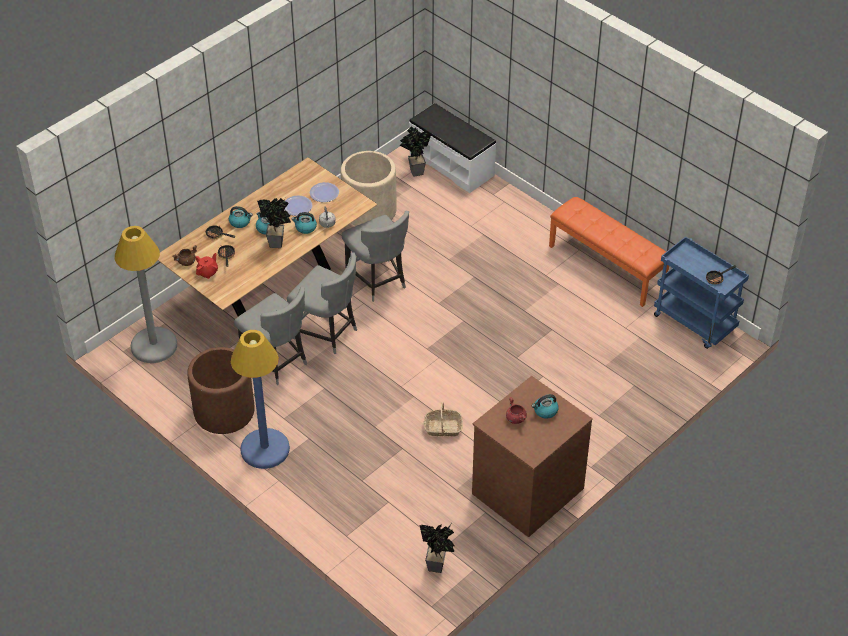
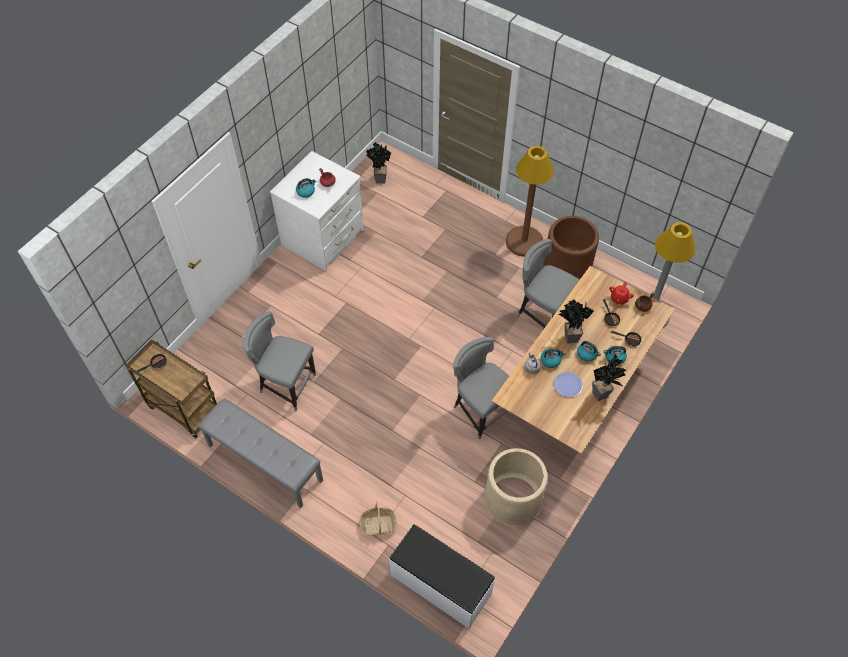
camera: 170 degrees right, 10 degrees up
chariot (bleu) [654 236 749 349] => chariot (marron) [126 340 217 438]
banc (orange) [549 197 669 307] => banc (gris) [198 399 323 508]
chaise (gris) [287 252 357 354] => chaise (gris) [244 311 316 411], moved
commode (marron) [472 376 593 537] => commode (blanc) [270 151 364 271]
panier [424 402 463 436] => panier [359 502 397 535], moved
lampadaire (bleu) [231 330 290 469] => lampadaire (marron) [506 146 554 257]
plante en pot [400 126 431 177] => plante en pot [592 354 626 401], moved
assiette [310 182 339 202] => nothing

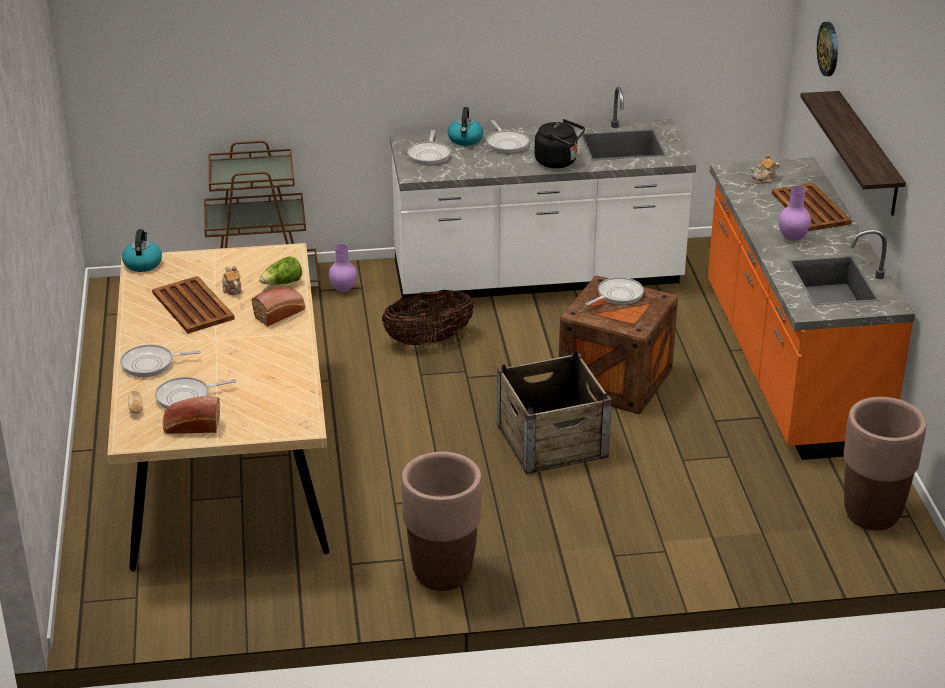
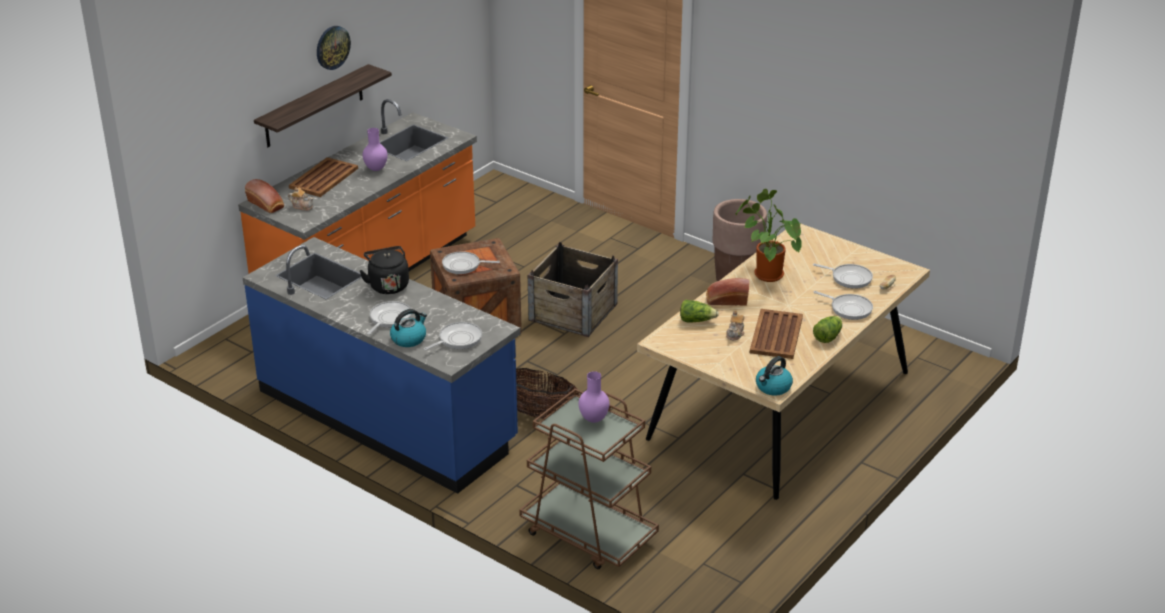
camera: 135 degrees left, 0 degrees up
comptoir de cuisine (blanc) [390 87 696 302] => comptoir de cuisine (bleu) [242 237 521 494]
pain [163 396 220 434] => pain [245 179 284 213], moved
horloge murale [817 22 838 76] => horloge murale [317 26 351 70], moved
vase (violet) [329 244 357 292] => vase (violet) [579 371 609 423], moved
nothing => plante en pot [735 189 802 282]
nothing => laitue [813 316 842 343]
cache-pot (marron) [844 397 926 530] => nothing

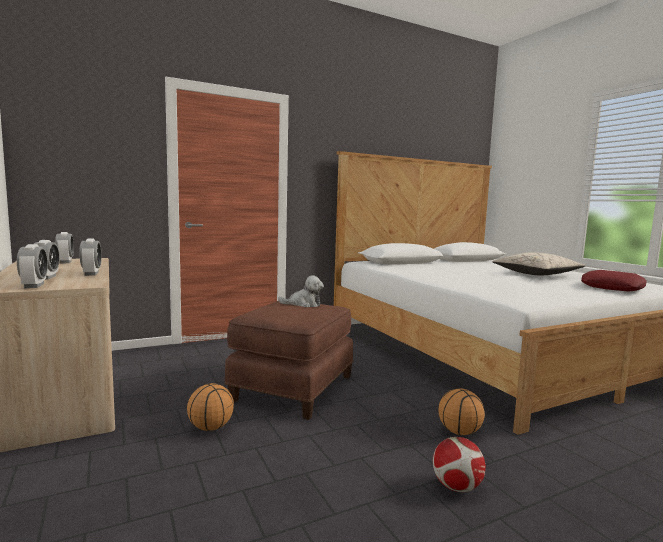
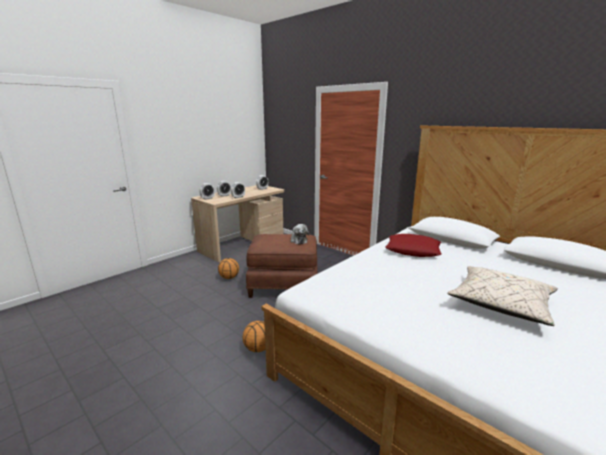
camera: 70 degrees right, 10 degrees up
coussin (rouge) [581 270 647 292] => coussin (rouge) [385 234 442 257], moved
ballon de foot [433 437 486 492] => nothing

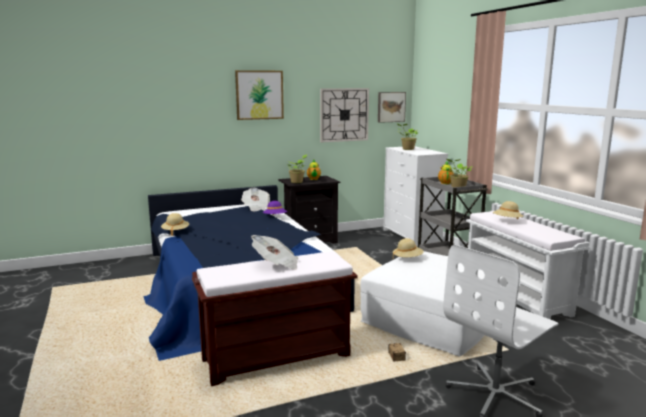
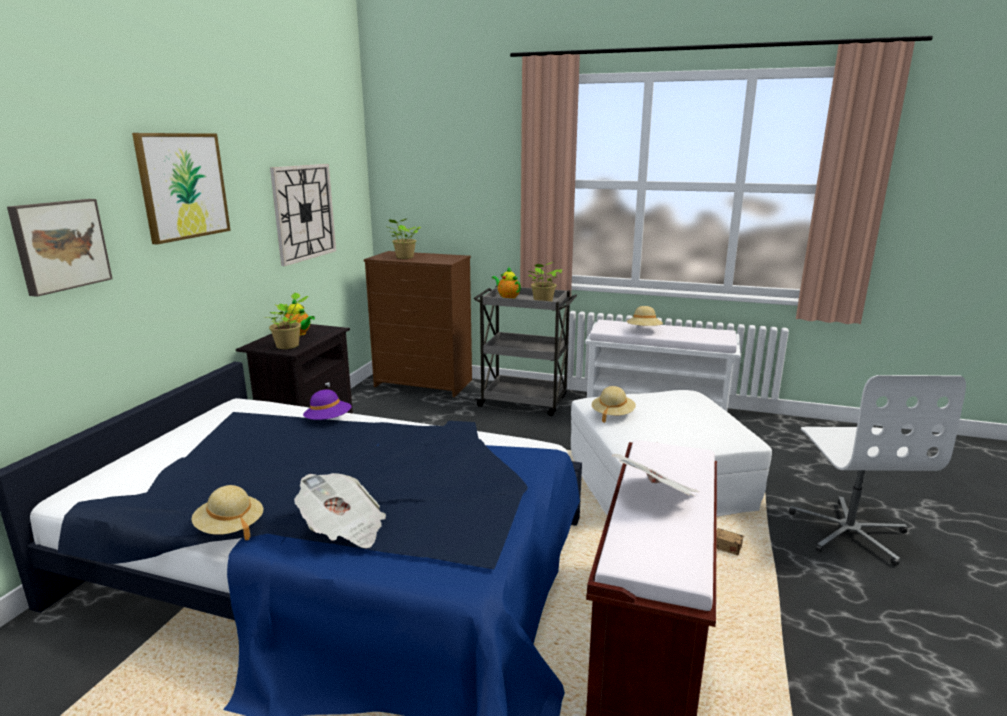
camera: 50 degrees left, 5 degrees up
tableau [378 92 406 123] => tableau [7 199 113 297], moved
journal [241 188 270 211] => journal [294 473 386 548], moved
commode (blanc) [383 146 448 246] => commode (marron) [364 251 472 397]

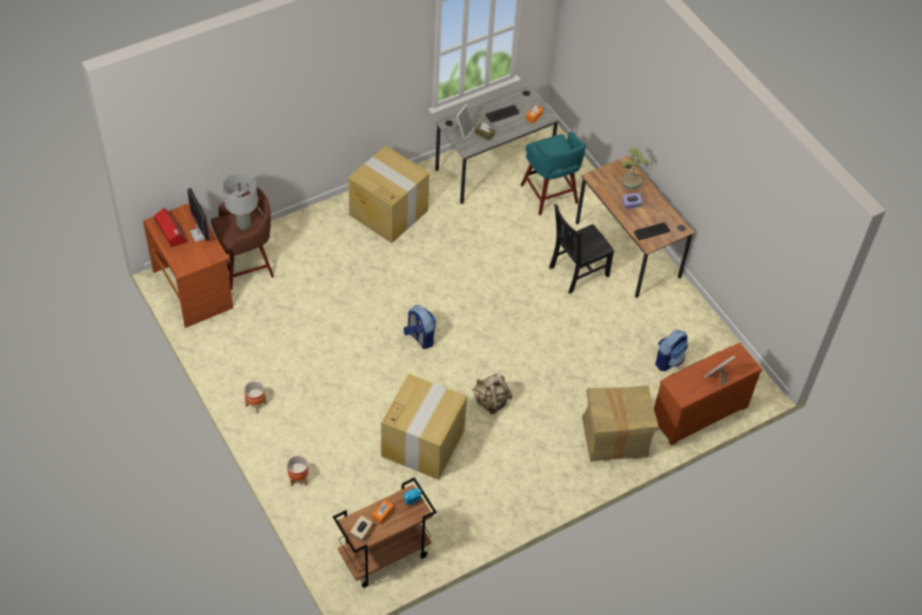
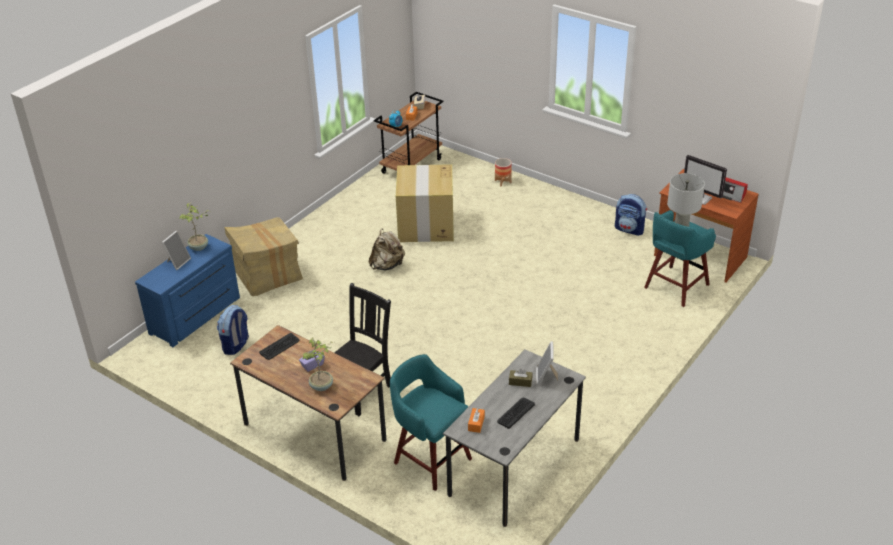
camera: 160 degrees right, 15 degrees down
commode (marron) [654 343 762 446] => commode (bleu) [135 234 240 347]
nothing => plante en pot [179 203 208 251]
sac à dos [404 305 436 349] => sac à dos [615 194 647 236], moved
tabouret (marron) [211 187 274 290] => tabouret (turquoise) [644 210 716 307]
cache-pot [244 381 266 413] => nothing
carton [348 146 429 243] => nothing

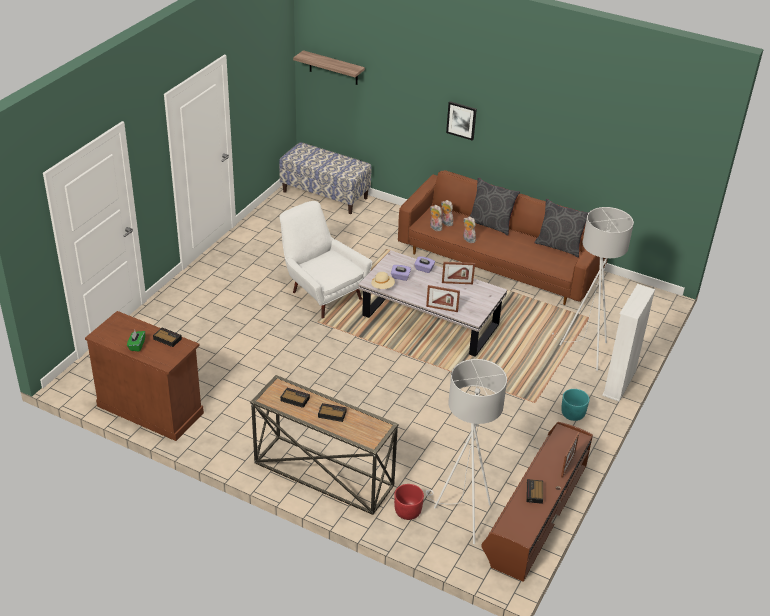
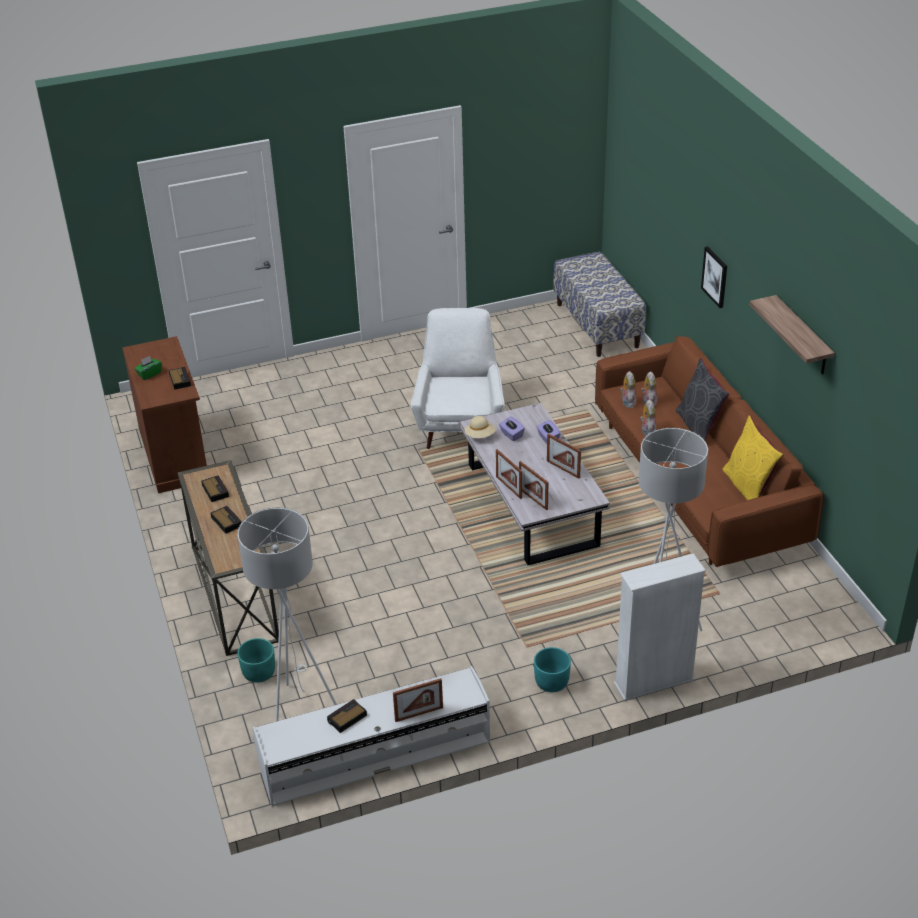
camera: 45 degrees right, 0 degrees up
cache-pot (rouge) [394 484 424 520] => cache-pot (turquoise) [237 638 275 683]
meuble télé (marron) [481 422 593 582] => meuble télé (blanc) [253 666 490 807]
nothing => cadre photo [519 461 548 510]
coussin (gris) [534 199 589 258] => coussin (jaune) [722 415 783 500]
étagère [293 50 365 85] => étagère [749 295 835 375], moved

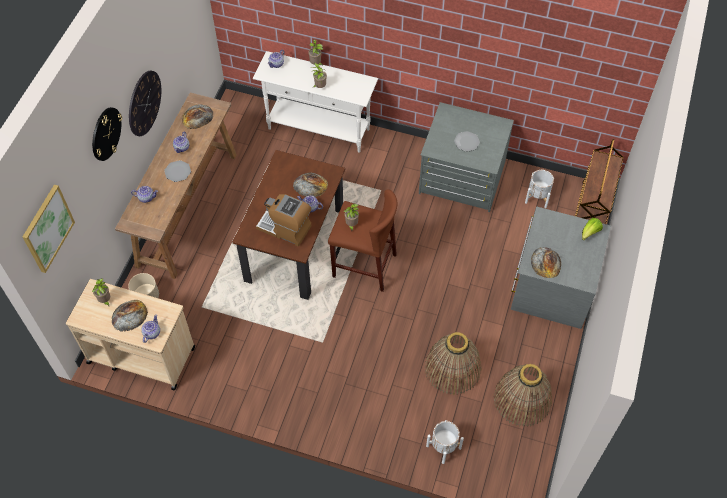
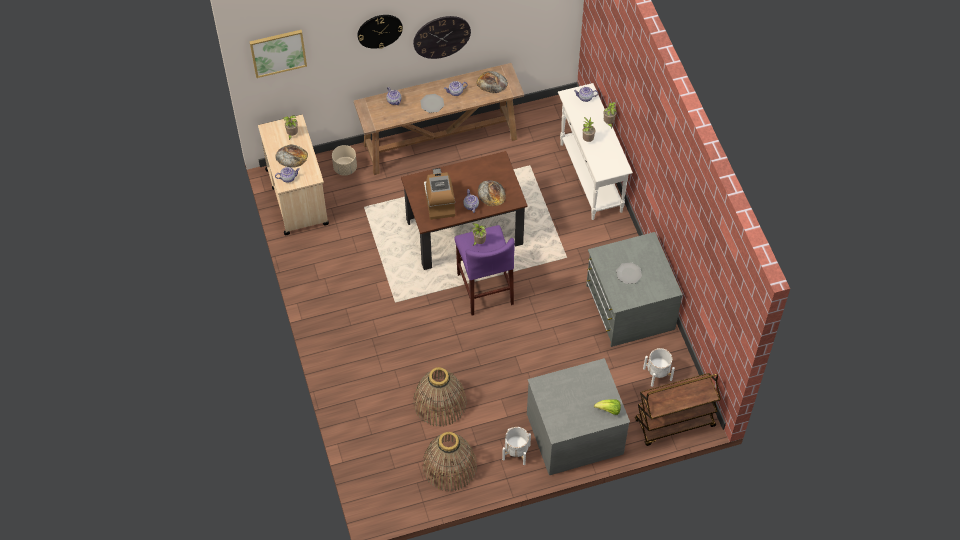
camera: 55 degrees right, 0 degrees up
tabouret (marron) [328 189 397 292] => tabouret (violet) [454 225 515 315]
cache-pot (blanc) [426 420 464 464] => cache-pot (blanc) [502 427 531 465], moved
pain [531 247 561 278] => nothing

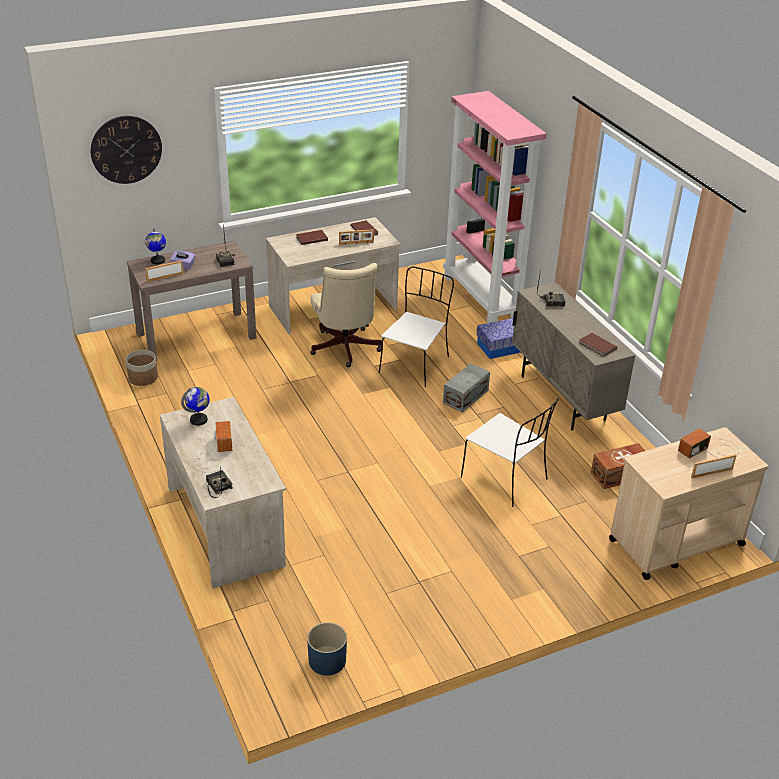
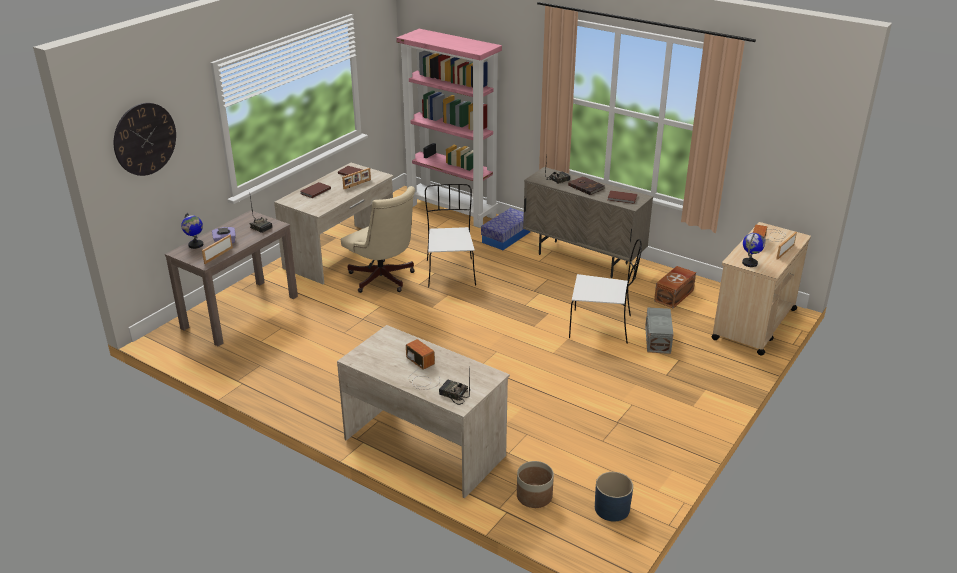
camera: 30 degrees left, 5 degrees down
cache-pot [126 350 158 386] => cache-pot [517 461 554 508], moved
nothing => livre (marron) [568 176 605 195]
boîte de rangement (gris) [443 363 490 412] => boîte de rangement (gris) [645 307 674 354], moved
globe [181 387 210 426] => globe [742 233 765 267], moved

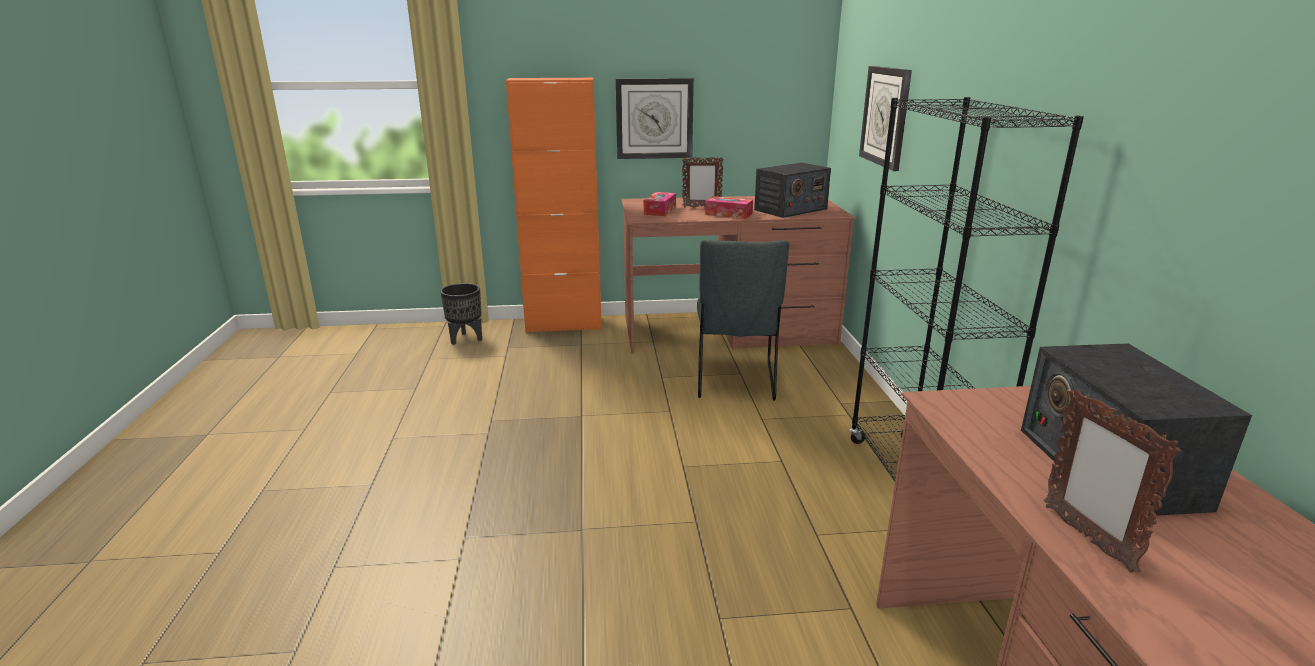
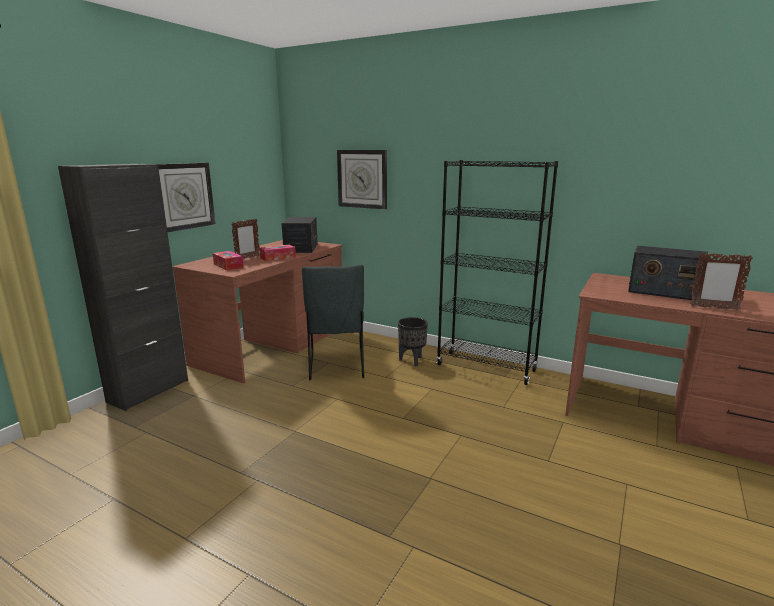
camera: 55 degrees left, 5 degrees down
meuble de rangement (orange) [506 78 602 333] => meuble de rangement (noir) [58 164 188 411]
chaise (gris) [697 240 789 401] => chaise (gris) [302 265 364 381], 45 degrees clockwise
cache-pot (noir) [440 283 482 345] => cache-pot (noir) [398 317 428 367], moved

